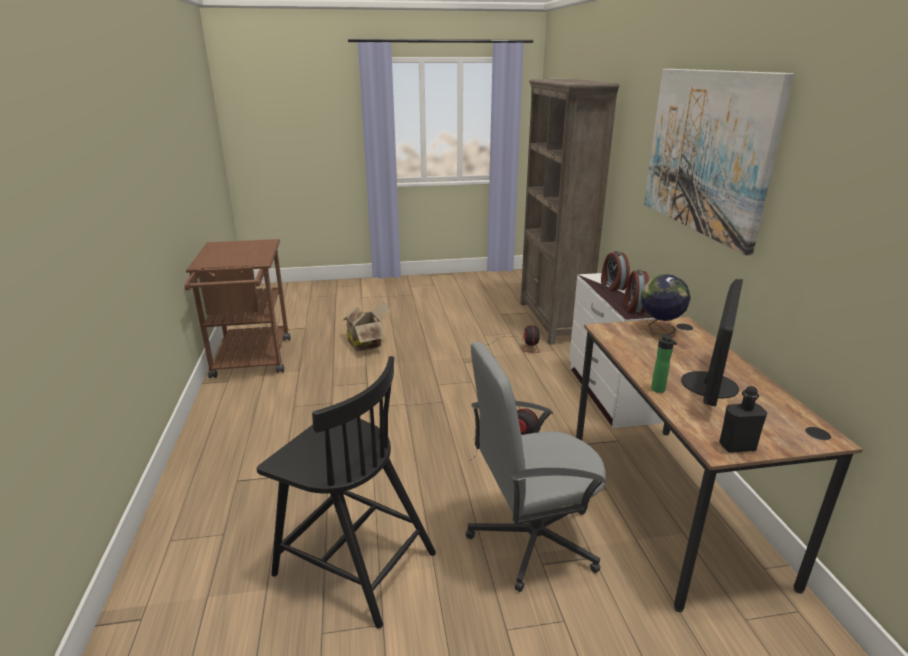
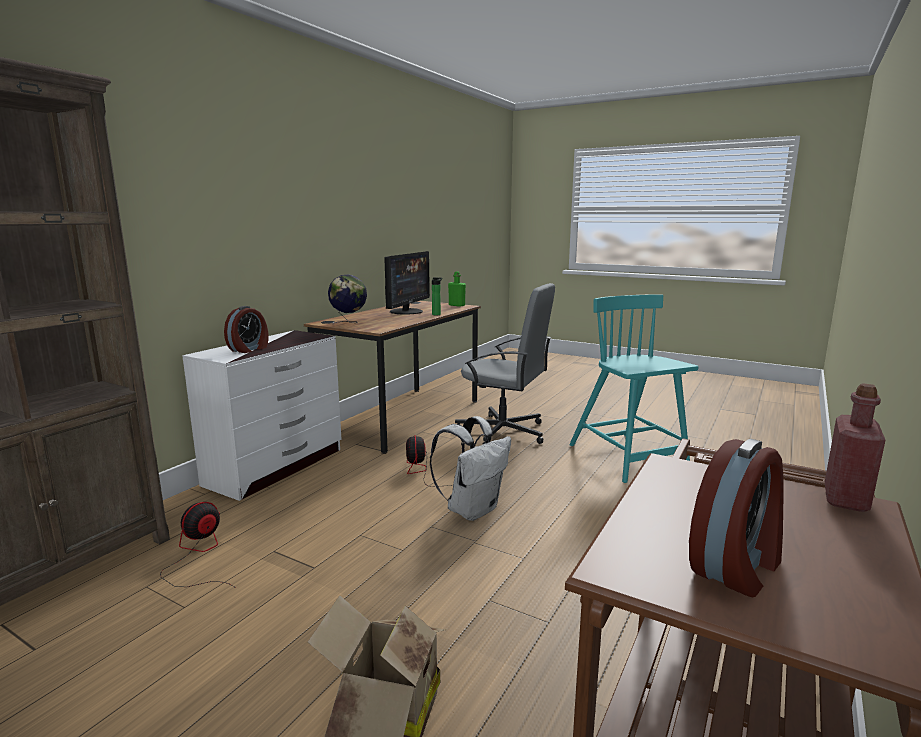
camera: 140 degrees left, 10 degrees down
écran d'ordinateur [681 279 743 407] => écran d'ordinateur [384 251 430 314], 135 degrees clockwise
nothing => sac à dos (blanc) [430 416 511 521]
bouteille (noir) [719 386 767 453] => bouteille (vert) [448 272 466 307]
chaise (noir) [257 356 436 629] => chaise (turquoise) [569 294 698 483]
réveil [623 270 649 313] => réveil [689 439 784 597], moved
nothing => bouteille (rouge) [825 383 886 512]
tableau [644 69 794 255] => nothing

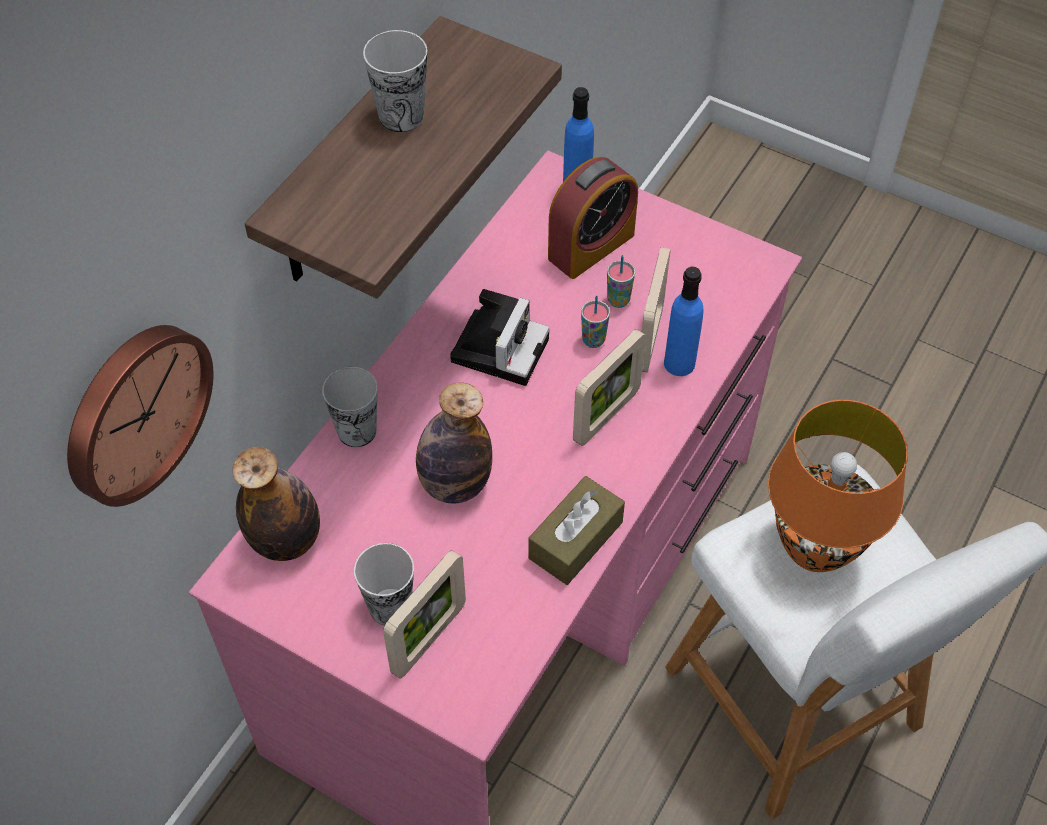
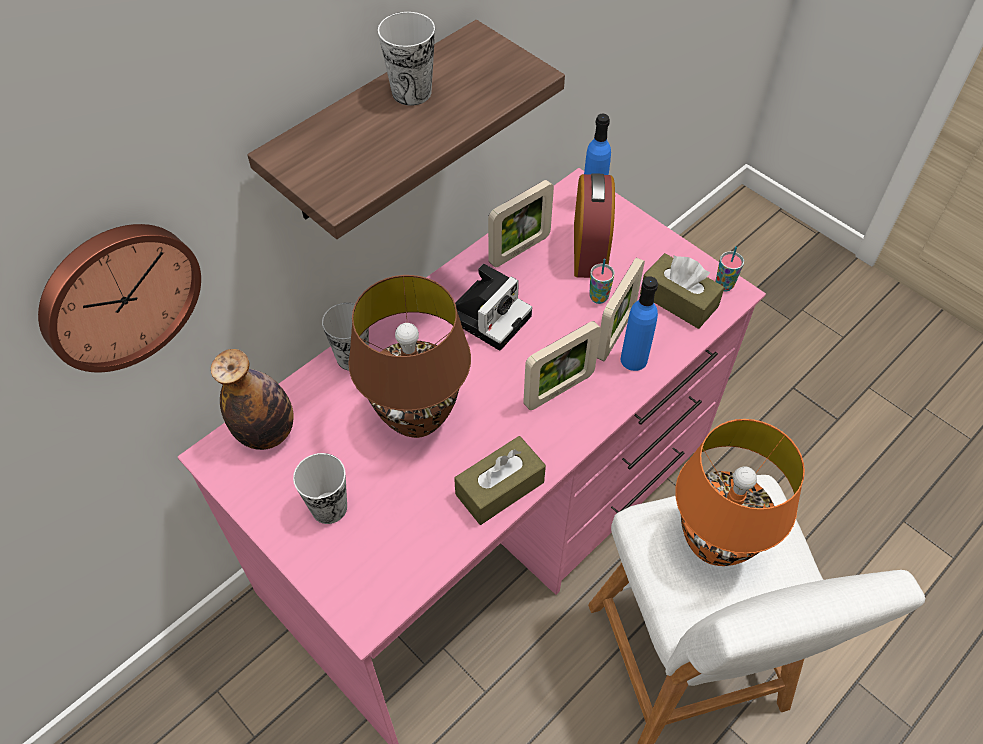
camera: 15 degrees right, 0 degrees up
bouteille [416 382 492 504] => lampe de table (marron) [348 275 471 438]
cadre photo [383 550 466 678] => cadre photo [488 180 554 267], moved
réveil [548 157 638 279] => réveil [574 173 615 278], 60 degrees counterclockwise
nothing => boîte à mouchoirs (marron) [640 253 725 329]
tasse [581 296 610 348] => tasse [715 246 744 291], moved

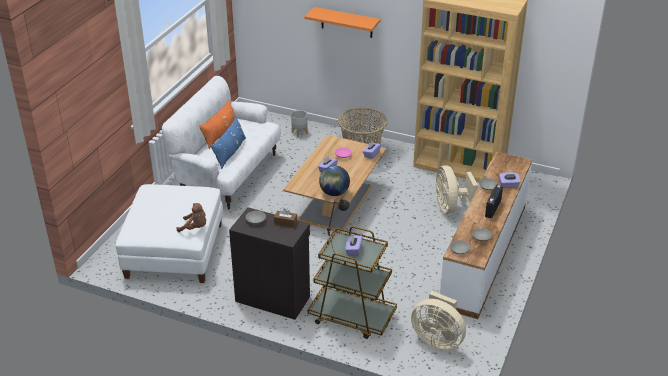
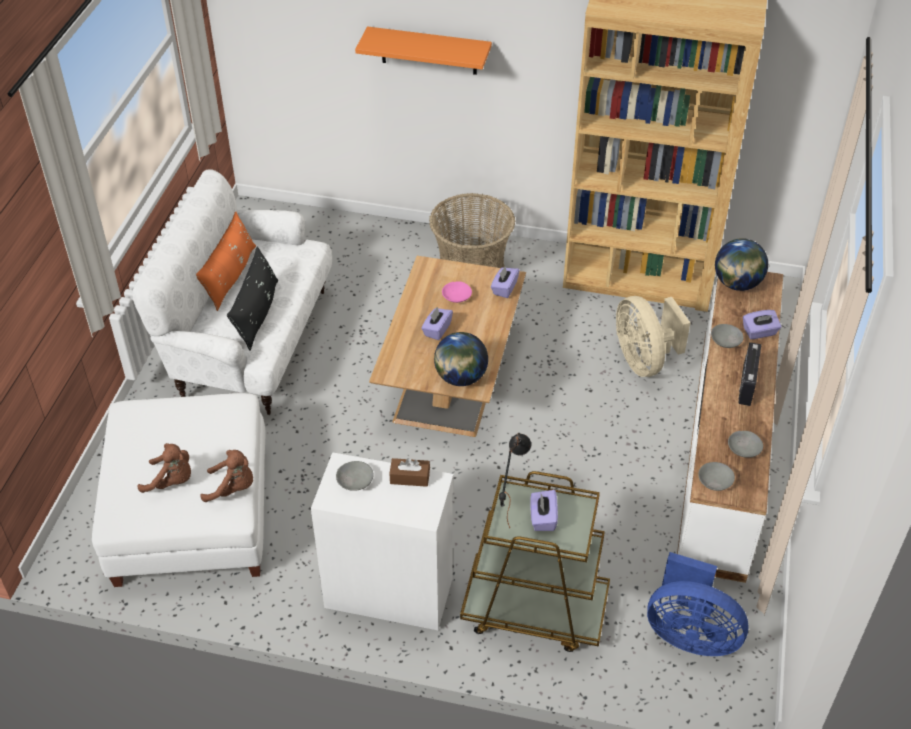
camera: 10 degrees left, 10 degrees up
nothing => peluche (marron) [137 443 191 493]
coussin (bleu) [211 117 246 169] => coussin (noir) [227 247 278 350]
meuble de rangement (noir) [229 207 310 320] => meuble de rangement (blanc) [311 452 453 630]
ventilateur (beige) [411 291 466 350] => ventilateur (bleu) [647 552 749 656]
nothing => globe [715 238 768 291]
cache-pot (gris) [291 110 308 137] => nothing

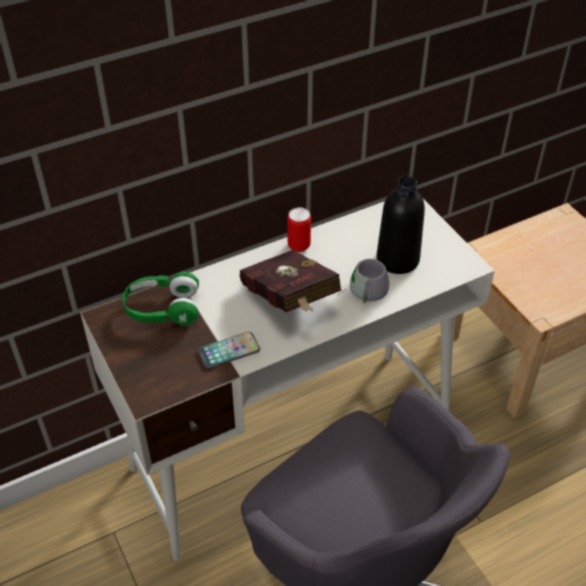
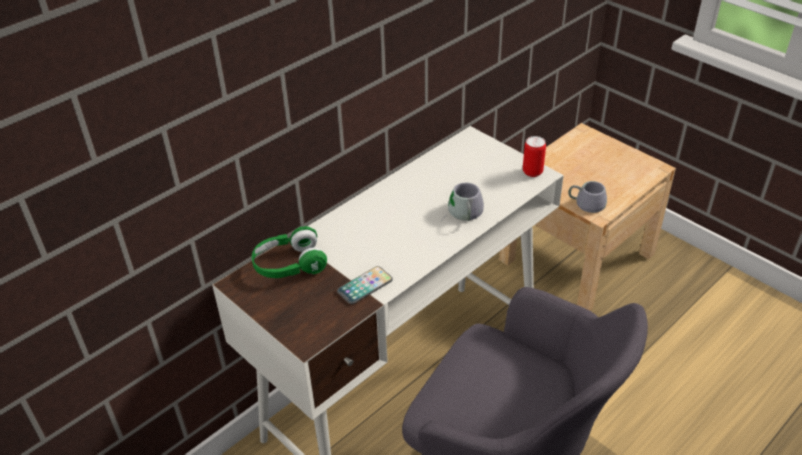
camera: 15 degrees left, 5 degrees down
boîte métallique [287 207 311 252] => boîte métallique [523 136 546 177], moved
nothing => mug (gris) [568 181 607 213]
livre (rouge) [240 250 341 312] => nothing
bouteille (noir) [377 176 425 274] => nothing

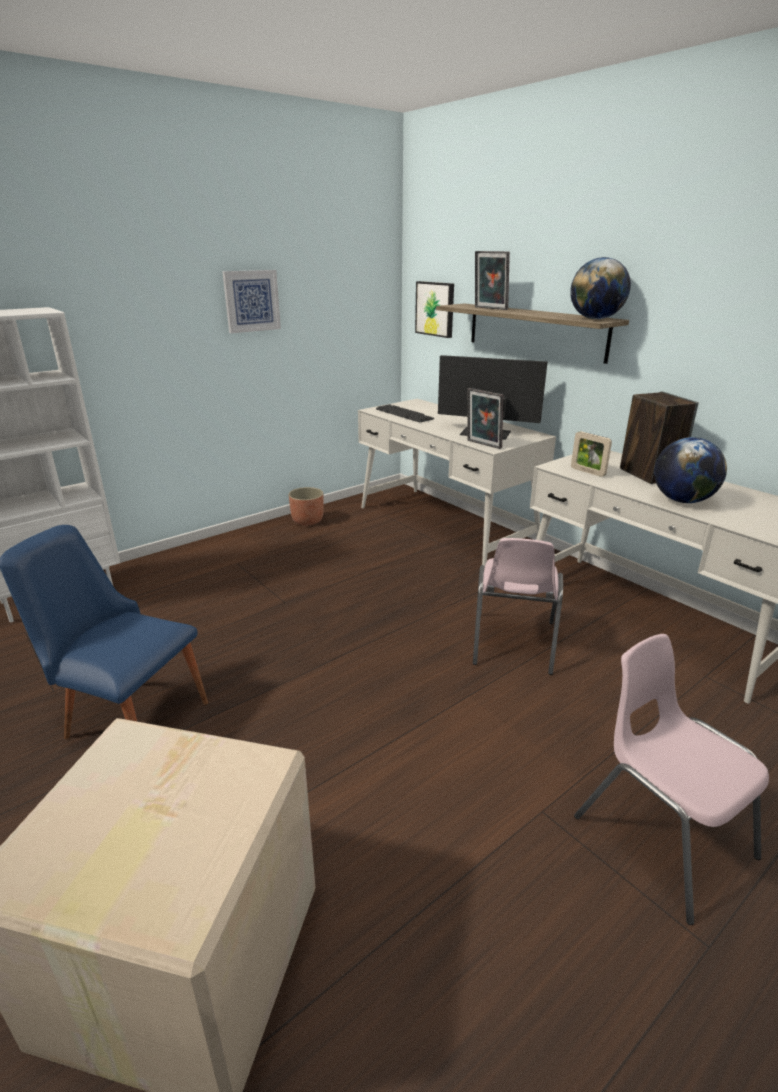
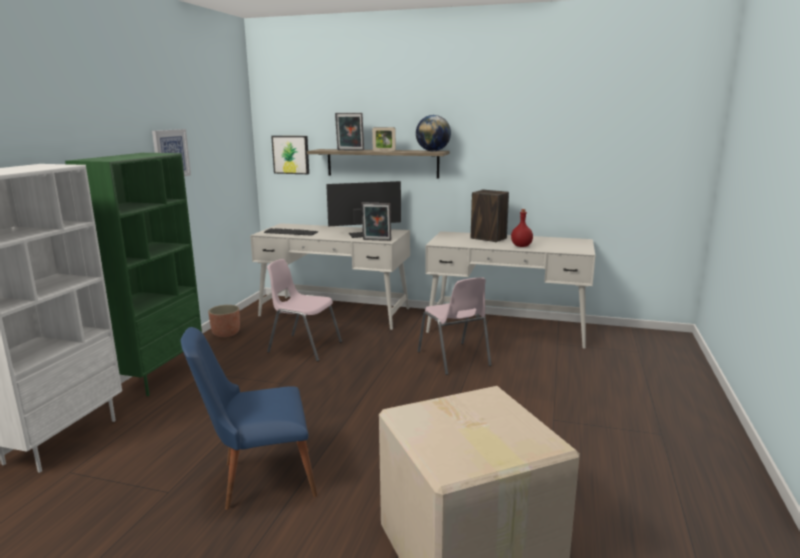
camera: 35 degrees left, 10 degrees down
nothing => bibliothèque (vert) [65 153 202 396]
chaise (rose) [574 634 769 925] => chaise (rose) [267 259 342 362], moved
cadre photo [571 431 612 477] => cadre photo [372 127 396 151], moved
globe [654 437 727 503] => bouteille (rouge) [511 209 533 247]

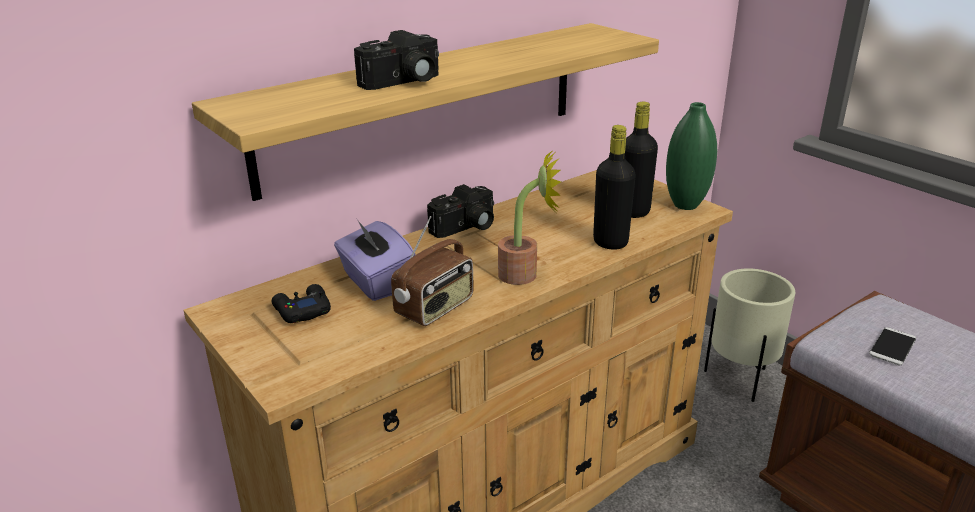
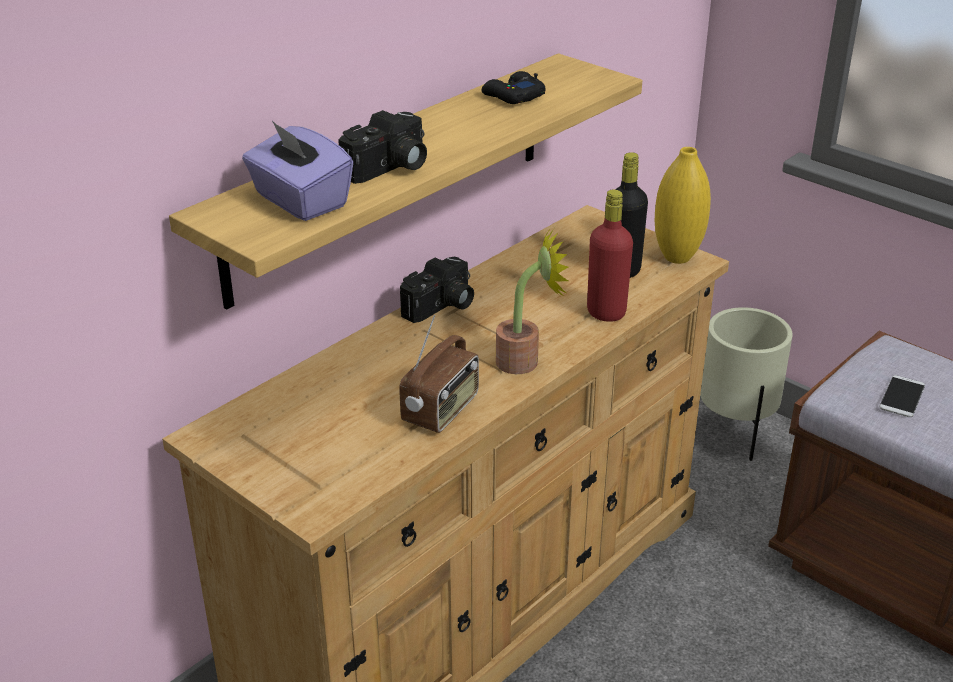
camera: 10 degrees left, 5 degrees up
boîte à mouchoirs (violet) [334 219 415 301] => boîte à mouchoirs (violet) [242 121 353 221], moved
manette (noir) [272 284 331 323] => manette (noir) [482 71 546 104], moved
bouteille (noir) [593 125 636 250] => bouteille (rouge) [587 190 633 322]
vase (vert) [666 102 717 210] => vase (jaune) [655 147 711 264]

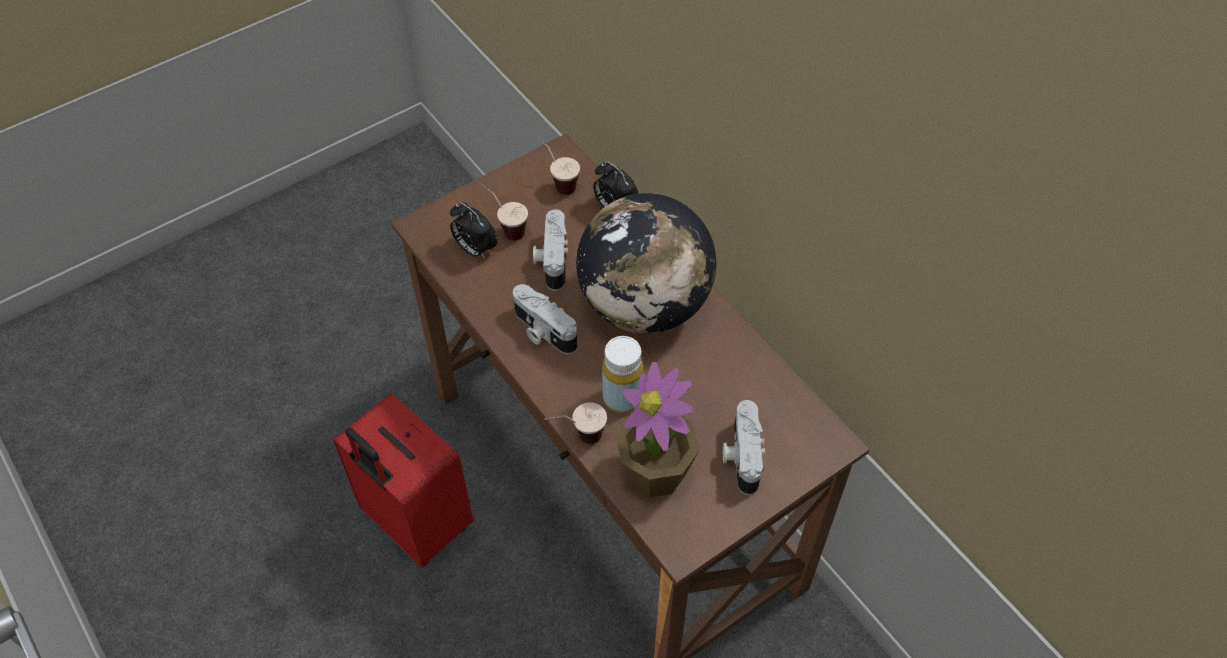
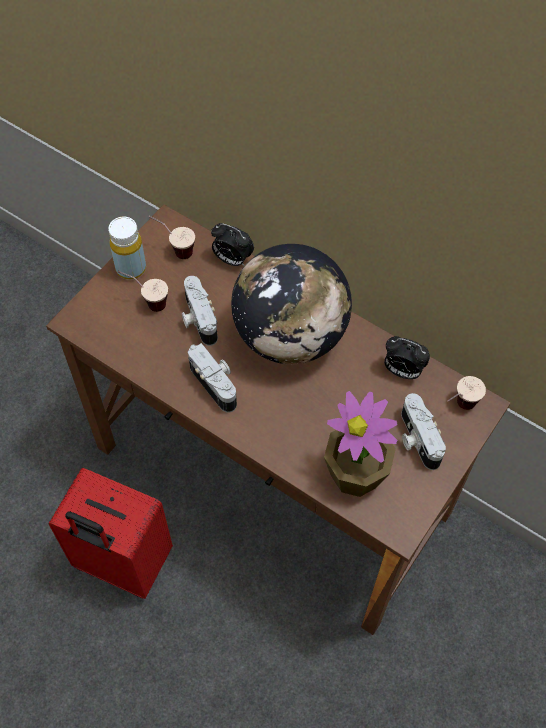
camera: 20 degrees left, 5 degrees up
bouteille (jaune) [602 336 643 413] => bouteille (jaune) [108 217 146 280], moved
appareil photo [513 284 577 354] => appareil photo [188 343 237 413], 150 degrees counterclockwise
réveil [450 202 498 260] => réveil [384 336 430 379], moved
tasse [545 403 607 444] => tasse [447 376 486 410], moved

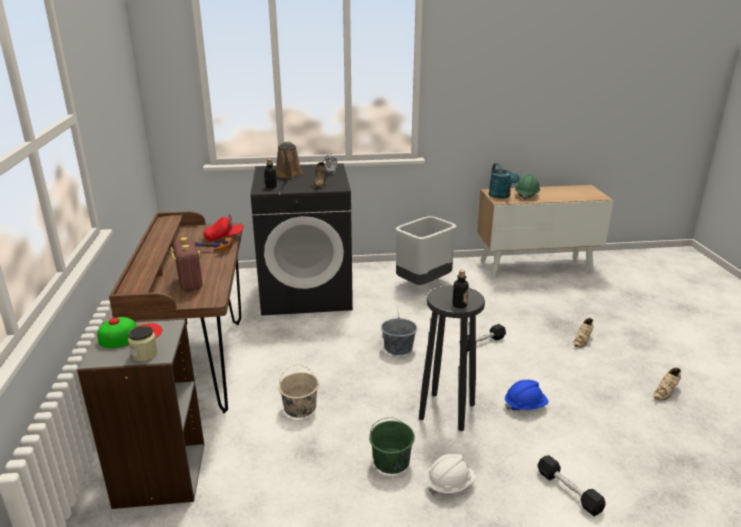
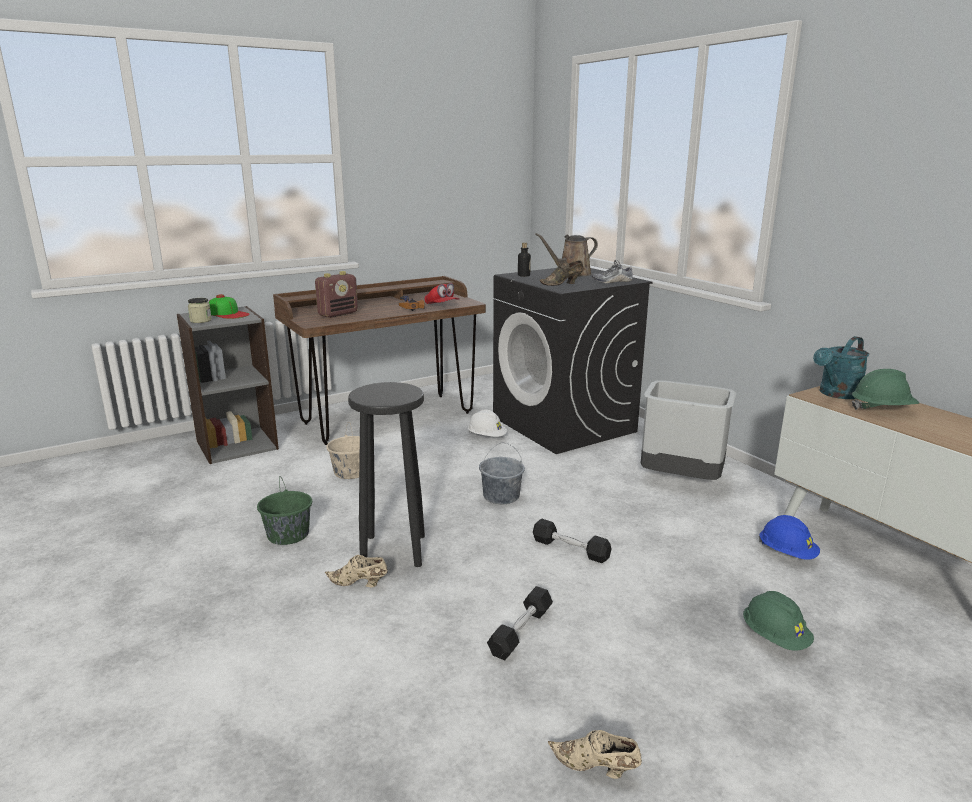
camera: 65 degrees right, 5 degrees down
chaussure (beige) [573 318 594 348] => chaussure (beige) [325 555 388 587], moved
casque de chantier (blanc) [427 454 476 496] => casque de chantier (blanc) [468 409 507 437], moved
haltère (noir) [537 455 606 516] => haltère (noir) [487 586 553 660], moved
nothing => casque de chantier (vert) [743 591 814 651]
casque de chantier (bleu) [505 380 549 411] => casque de chantier (bleu) [759 515 820 560], moved
bouteille [452 270 469 308] => nothing

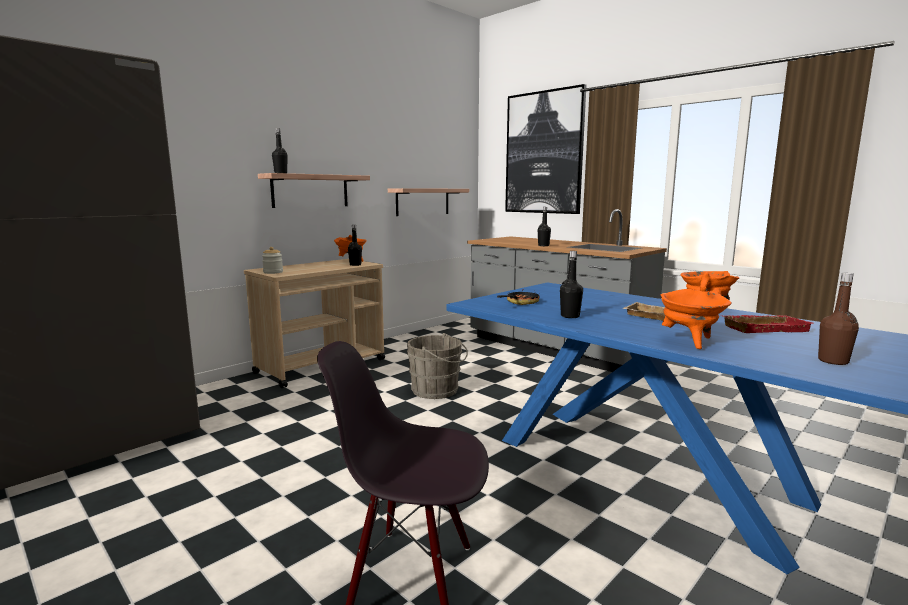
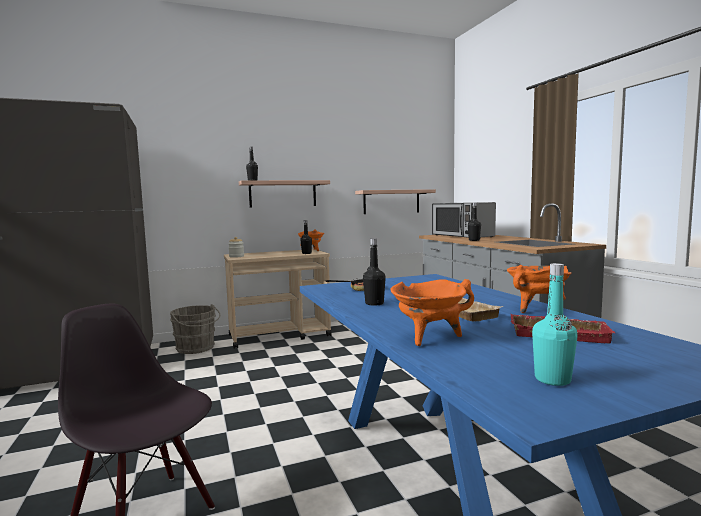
camera: 25 degrees right, 5 degrees down
seau (gris) [407 333 468 399] => seau (gris) [170 304 220 354], moved
nothing => micro-ondes [432 202 496 238]
bouteille (marron) [818 273 859 365] => bouteille (turquoise) [532 263 578 386]
tableau [505 84 587 214] => nothing

